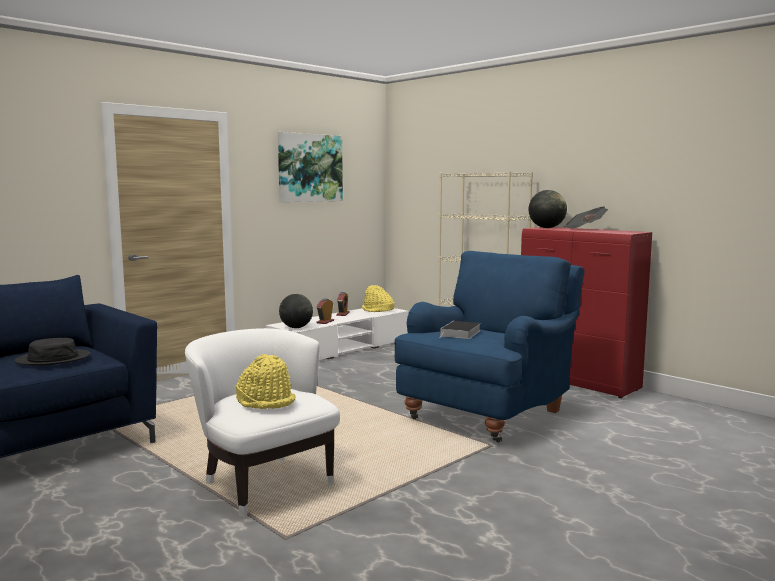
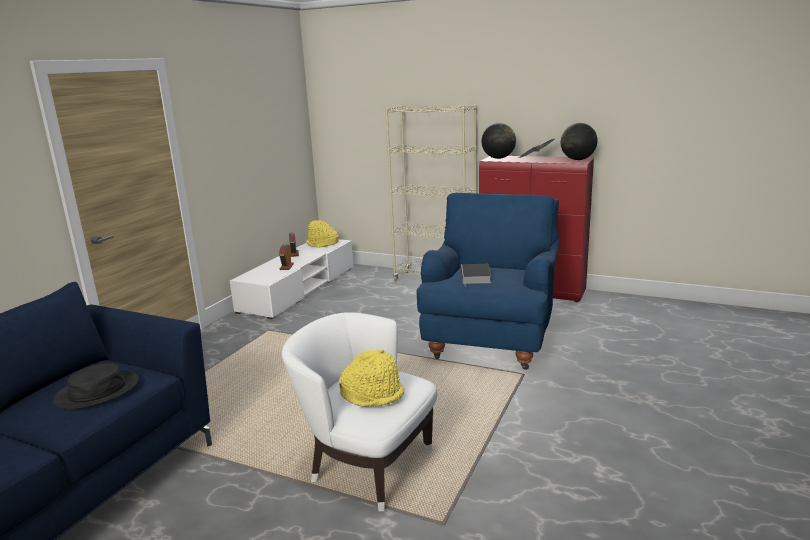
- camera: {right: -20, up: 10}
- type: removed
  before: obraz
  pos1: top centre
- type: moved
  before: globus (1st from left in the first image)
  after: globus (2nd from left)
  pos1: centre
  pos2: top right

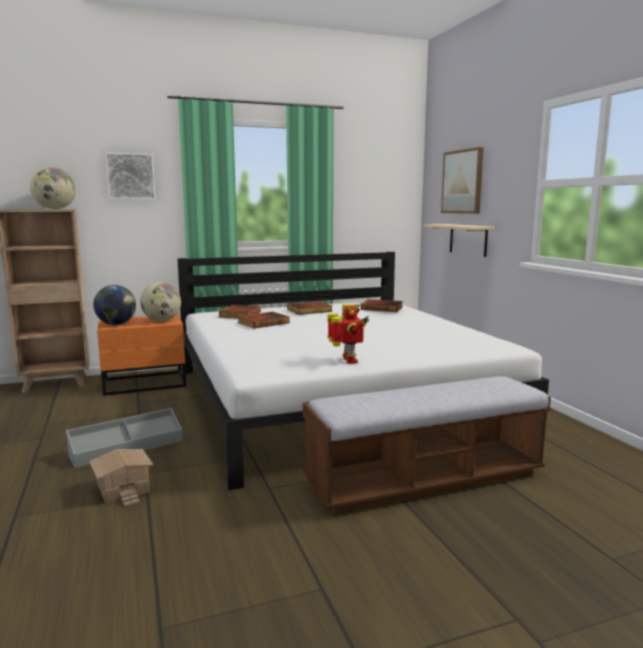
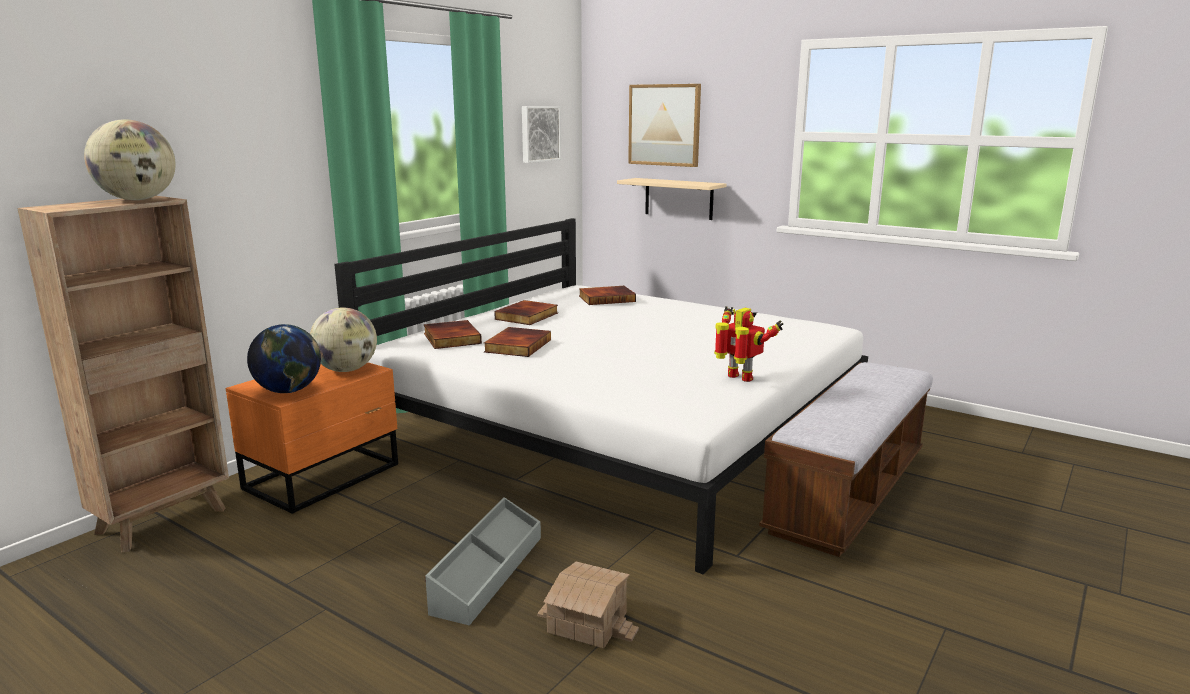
- camera: {right: -35, up: 5}
- type: moved
  before: obraz (1st from left)
  pos1: top left
  pos2: top centre

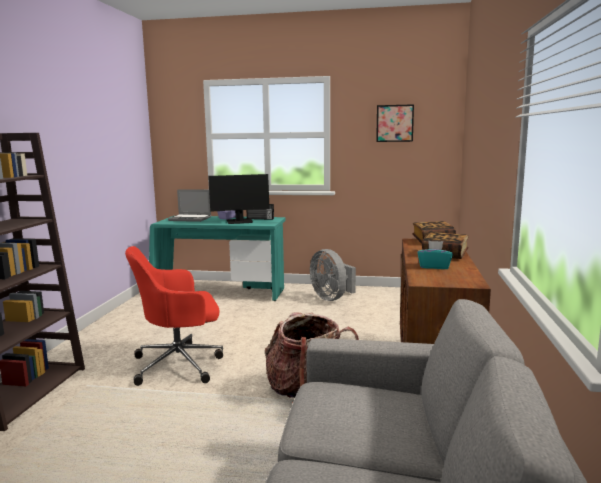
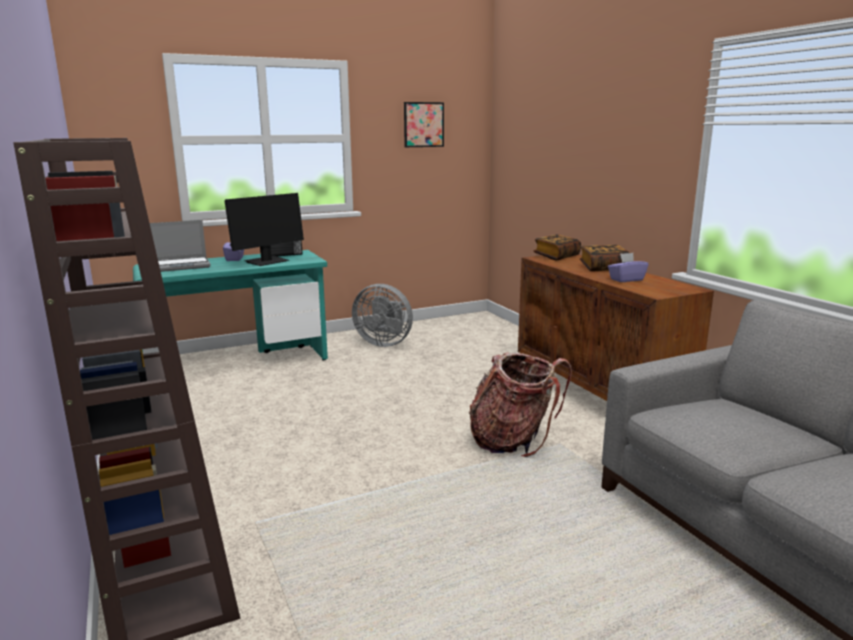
- camera: {right: -35, up: 5}
- type: removed
  before: krzesło biurowe (czerwony)
  pos1: middle left
- type: recoloured
  before: pudełko chusteczek (turkusowy)
  after: pudełko chusteczek (fioletowy) (2nd from left)
  pos1: middle right
  pos2: middle right

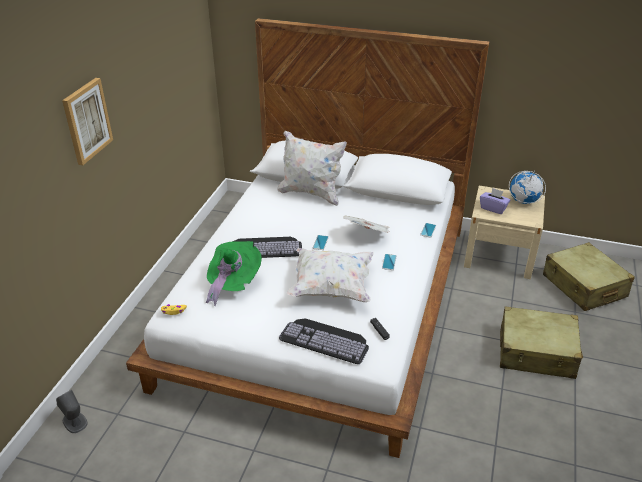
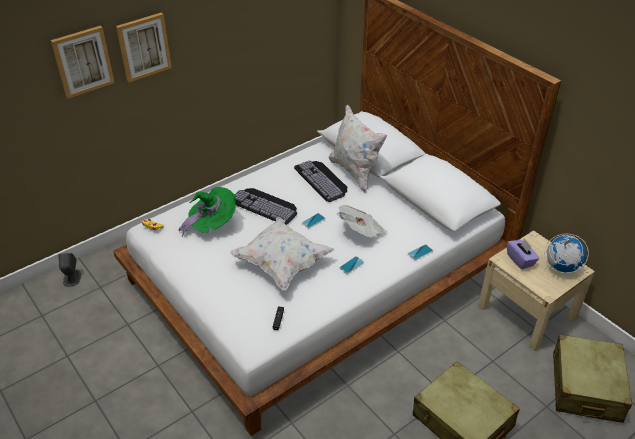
- camera: {right: 35, up: 5}
- type: moved
  before: klawiatura (2nd from left)
  pos1: bottom centre
  pos2: centre
- type: added
  after: obraz (1st from left)
  pos2: top left

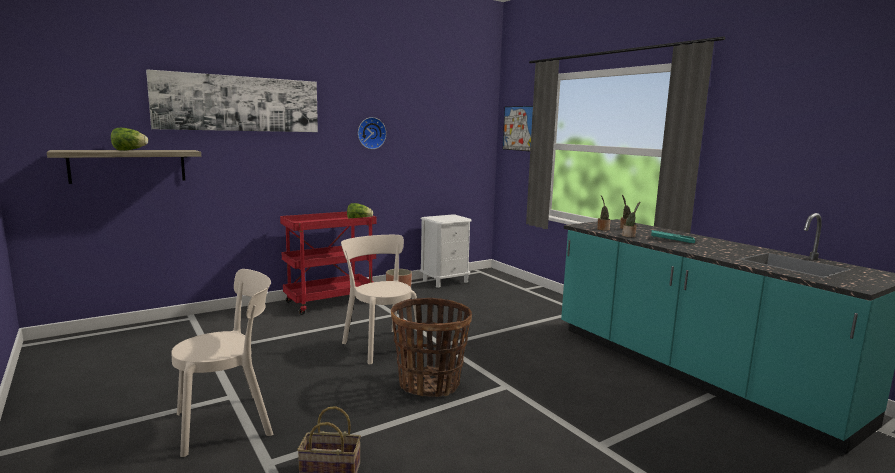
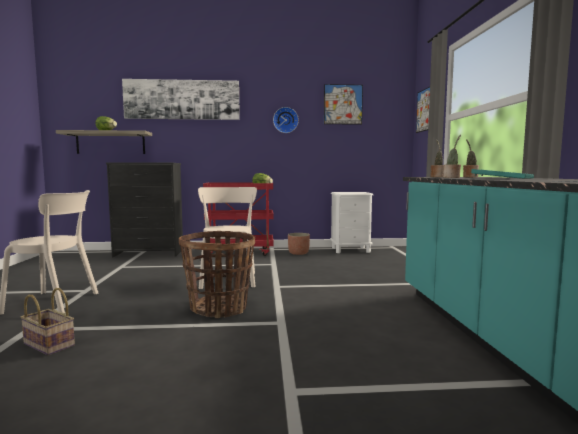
- camera: {right: 30, up: -5}
- type: added
  after: komoda (czarny)
  pos2: middle left
- type: added
  after: obraz (2nd from left)
  pos2: top centre

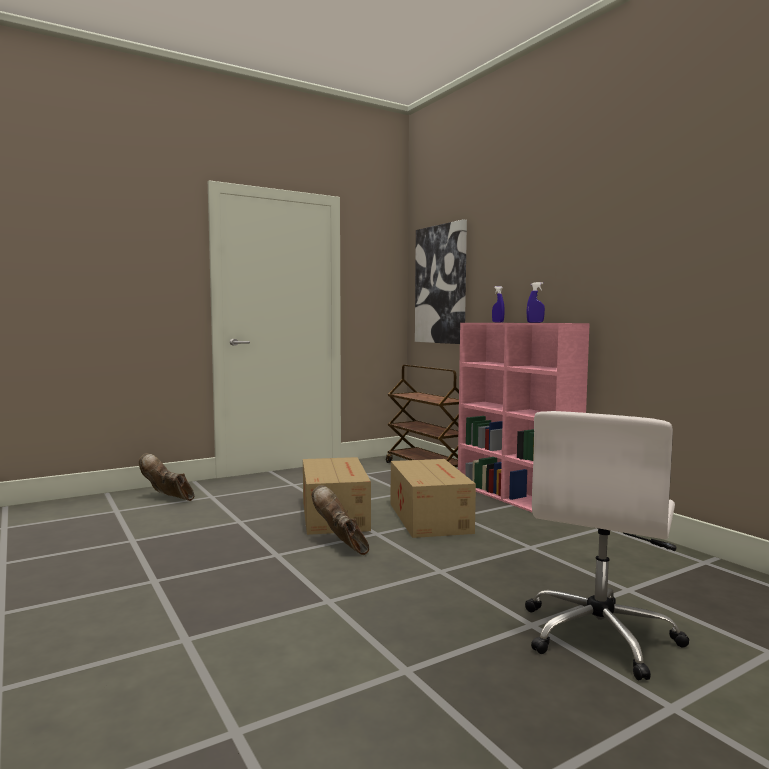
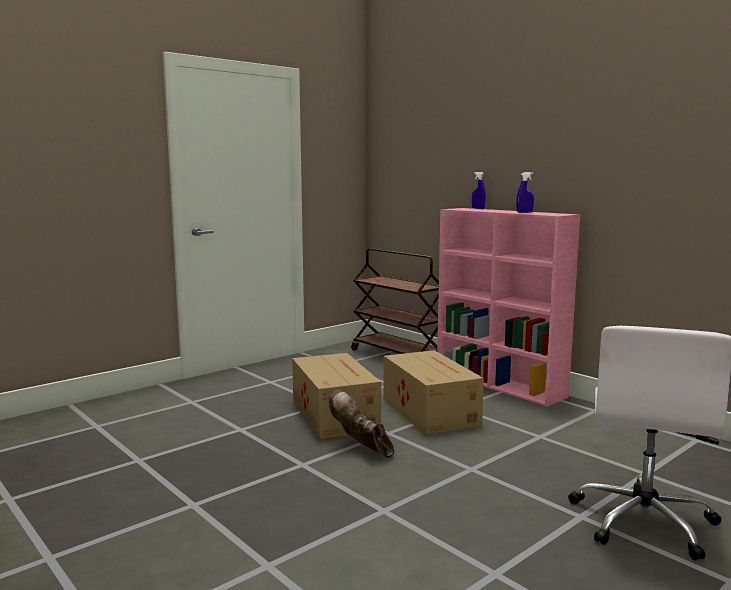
- camera: {right: -10, up: 5}
- type: removed
  before: but z cholewką (brązowy) (1st from left)
  pos1: middle left
- type: removed
  before: obraz
  pos1: centre

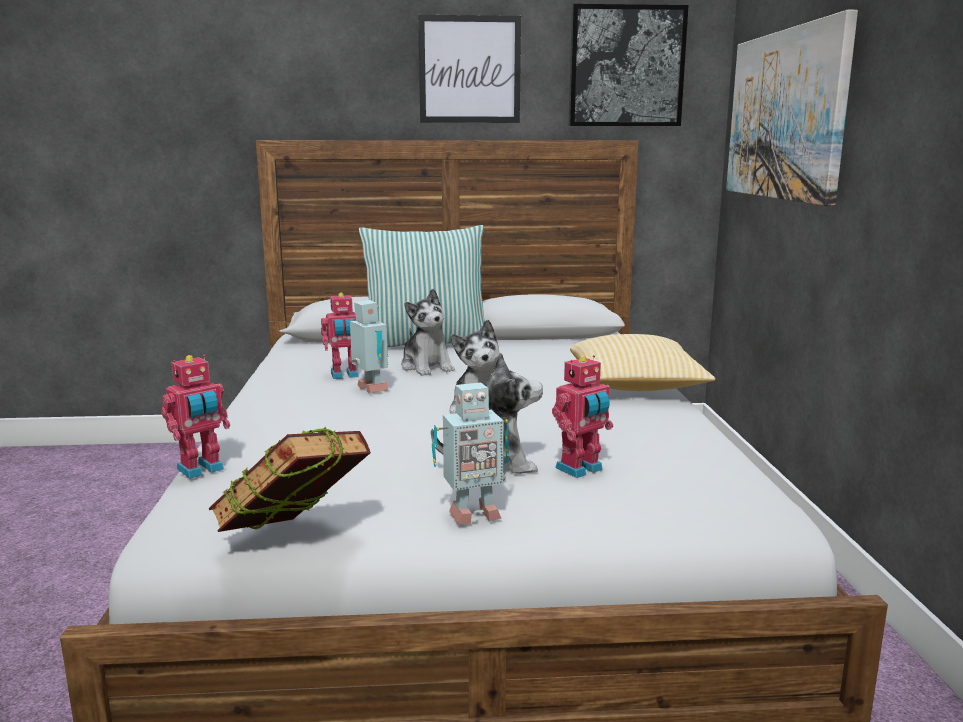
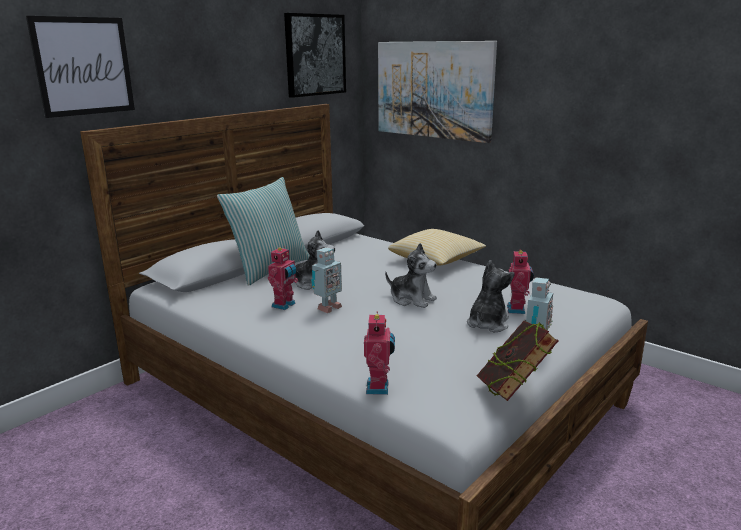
- camera: {right: -45, up: 5}
- type: turned
  before: robot zabawkowy (3rd from left in the first image)
  pos1: centre
  pos2: centre
  turn: 120
- type: moved
  before: obraz (1st from left)
  pos1: top centre
  pos2: top left

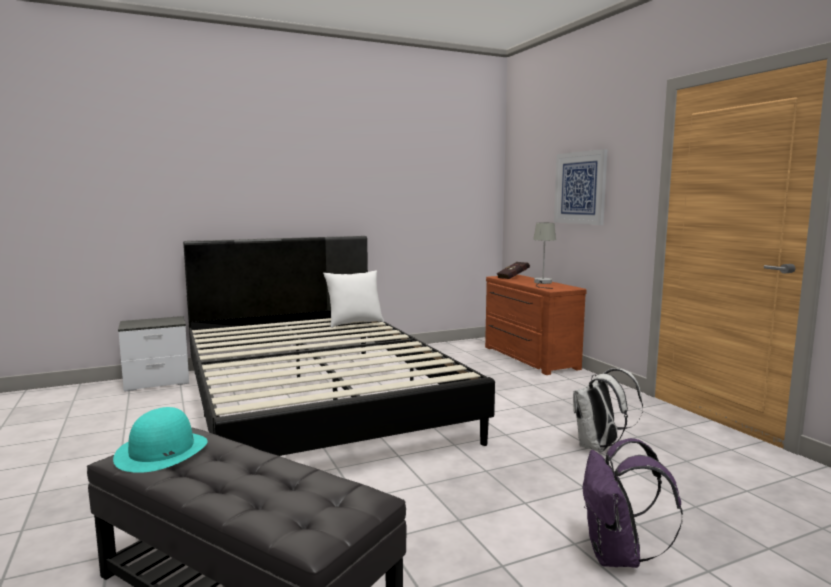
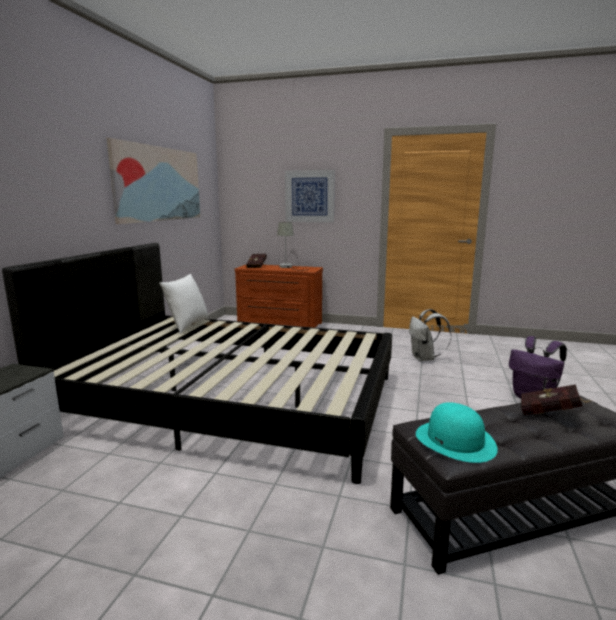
- camera: {right: -50, up: 5}
- type: added
  after: obraz (1st from left)
  pos2: top left
- type: added
  after: książka (czerwony) (2nd from left)
  pos2: middle right

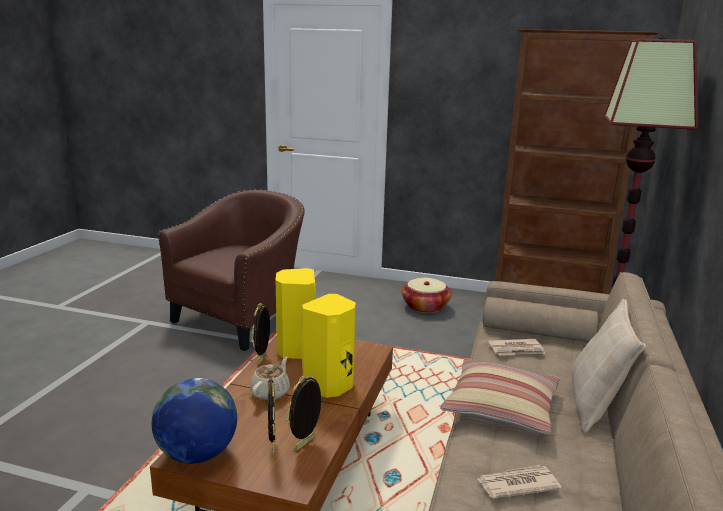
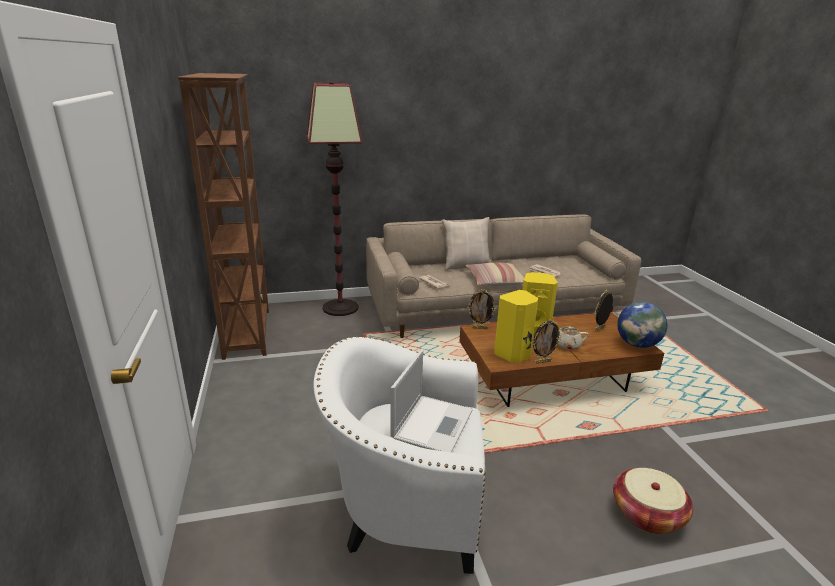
- camera: {right: -120, up: 5}
- type: recoloured
  before: fotel (brązowy)
  after: fotel (biały)
  pos1: middle left
  pos2: bottom centre
- type: moved
  before: ramka na zdjęcie (3rd from left in the first image)
  after: ramka na zdjęcie (1st from left)
  pos1: bottom centre
  pos2: centre
- type: moved
  before: koszyk
  pos1: centre
  pos2: bottom right
- type: added
  after: laptop
  pos2: bottom centre

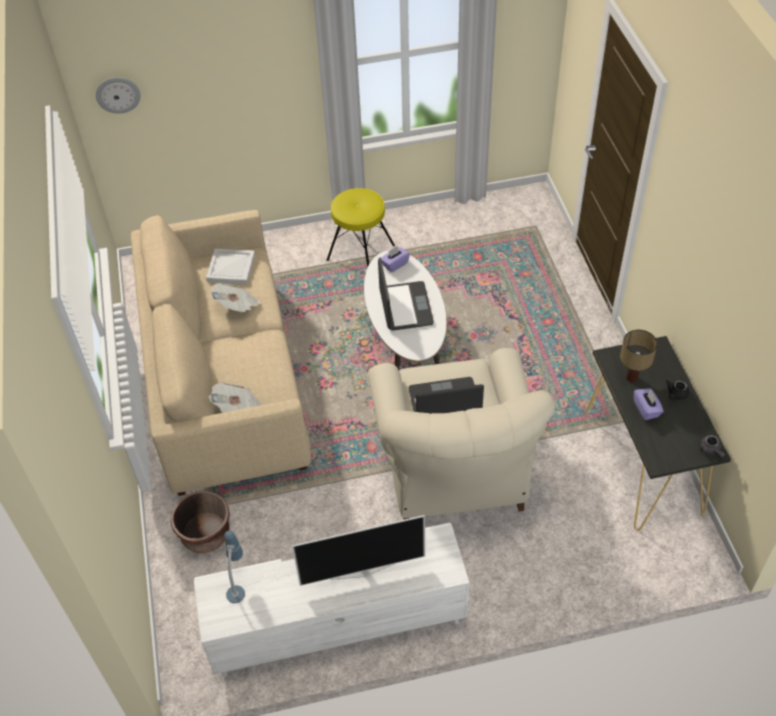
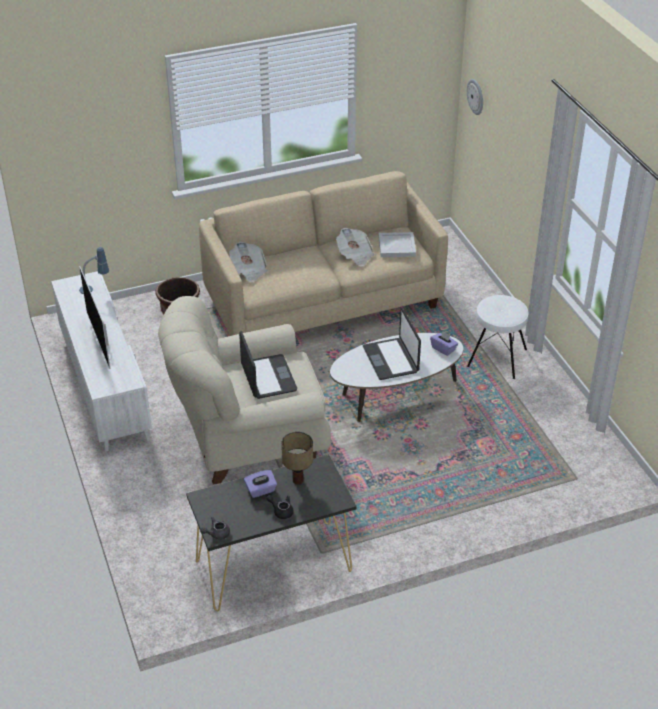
- camera: {right: 80, up: -10}
- type: recoloured
  before: stołek (żółty)
  after: stołek (biały)
  pos1: top centre
  pos2: middle right
- type: turned
  before: laptop (1st from left in the first image)
  pos1: centre
  pos2: centre
  turn: 90

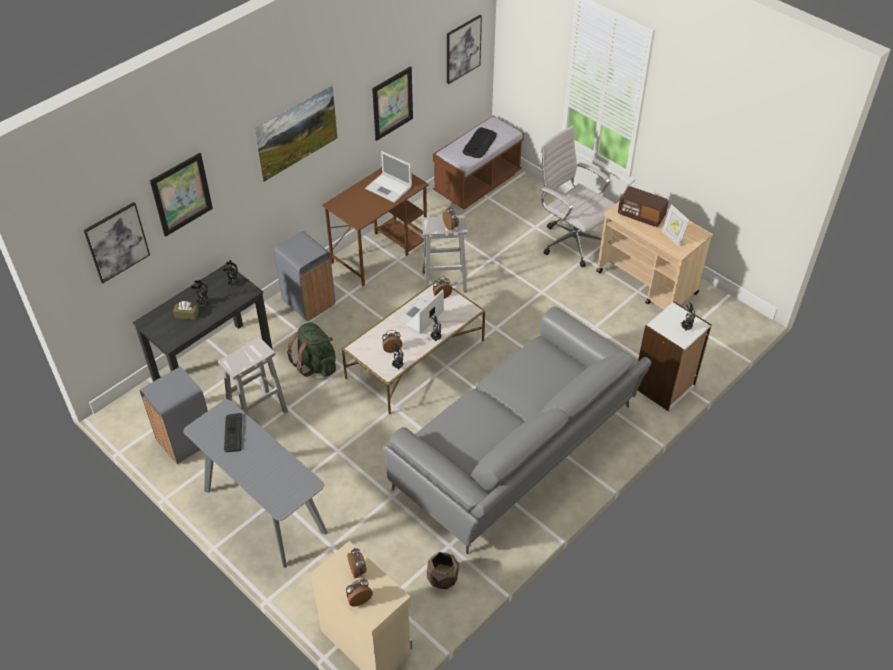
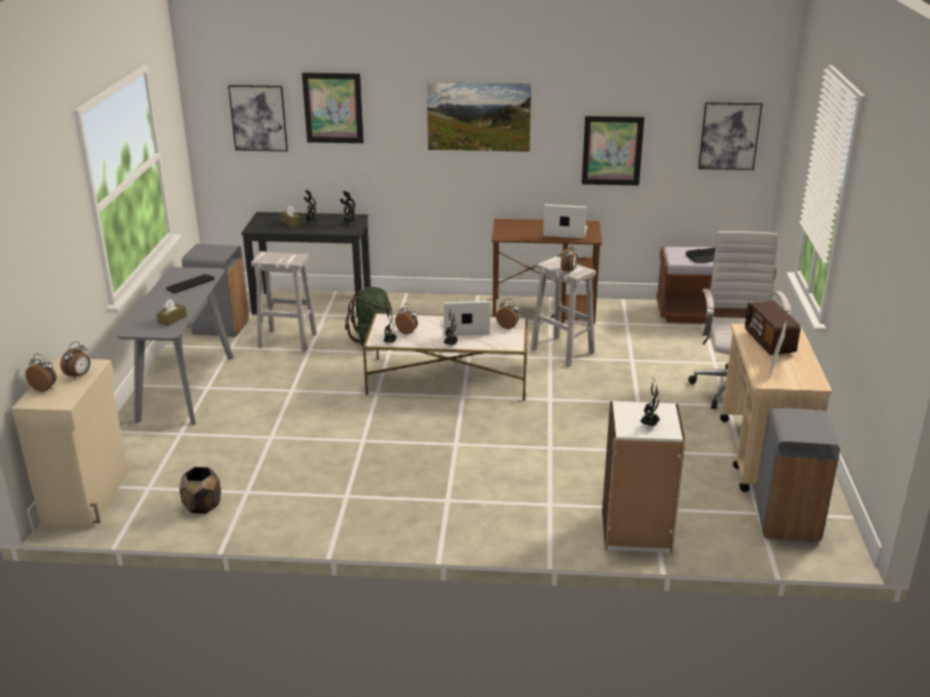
- camera: {right: 50, up: -20}
- type: moved
  before: kosz na śmieci (szary) (2nd from left)
  pos1: centre
  pos2: bottom right
- type: turned
  before: laptop (1st from left in the first image)
  pos1: top centre
  pos2: top centre
  turn: 105
- type: removed
  before: kanapa (szary)
  pos1: centre
- type: added
  after: pudełko chusteczek (brązowy) (1st from left)
  pos2: middle left

